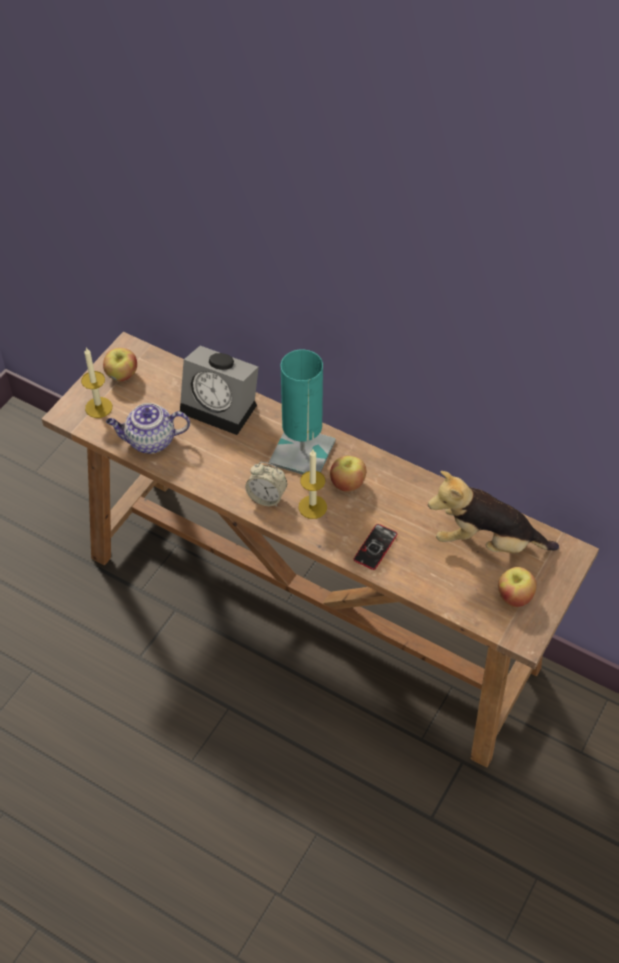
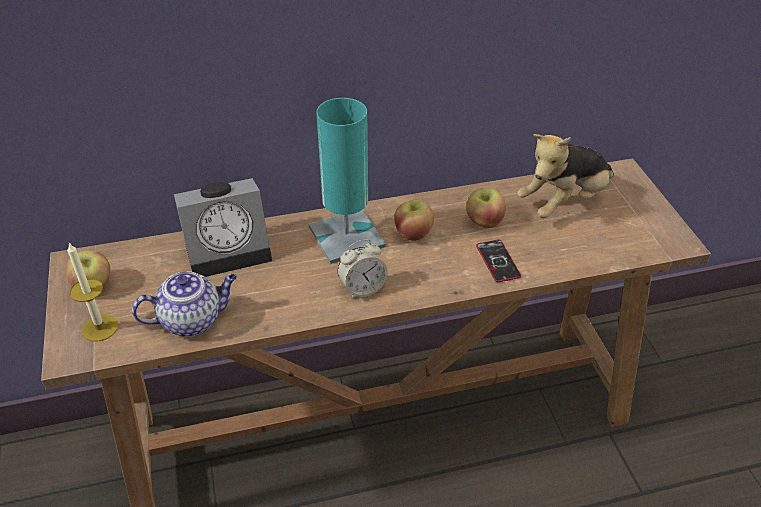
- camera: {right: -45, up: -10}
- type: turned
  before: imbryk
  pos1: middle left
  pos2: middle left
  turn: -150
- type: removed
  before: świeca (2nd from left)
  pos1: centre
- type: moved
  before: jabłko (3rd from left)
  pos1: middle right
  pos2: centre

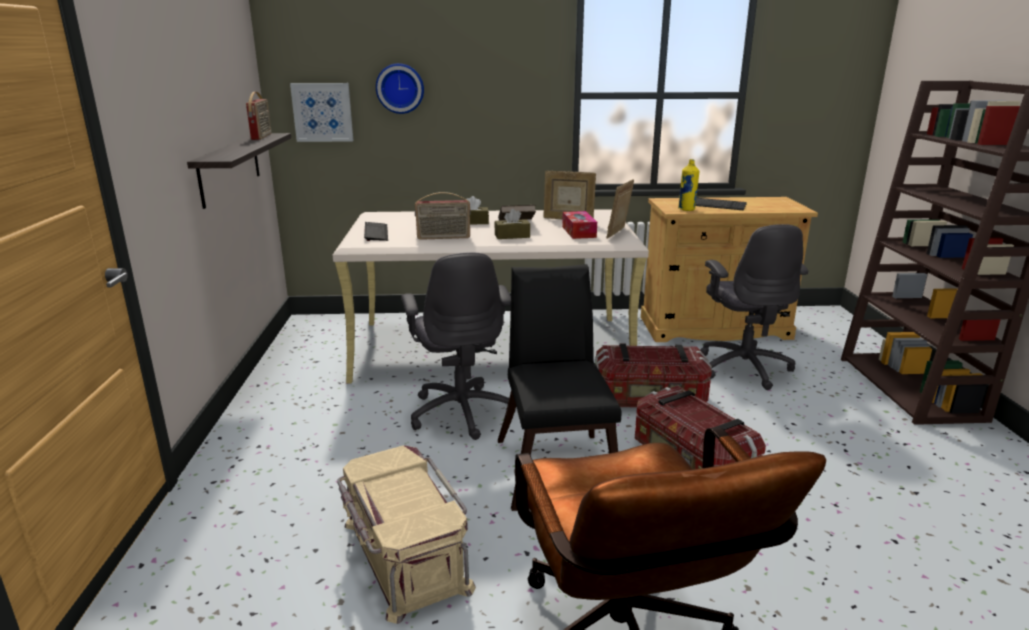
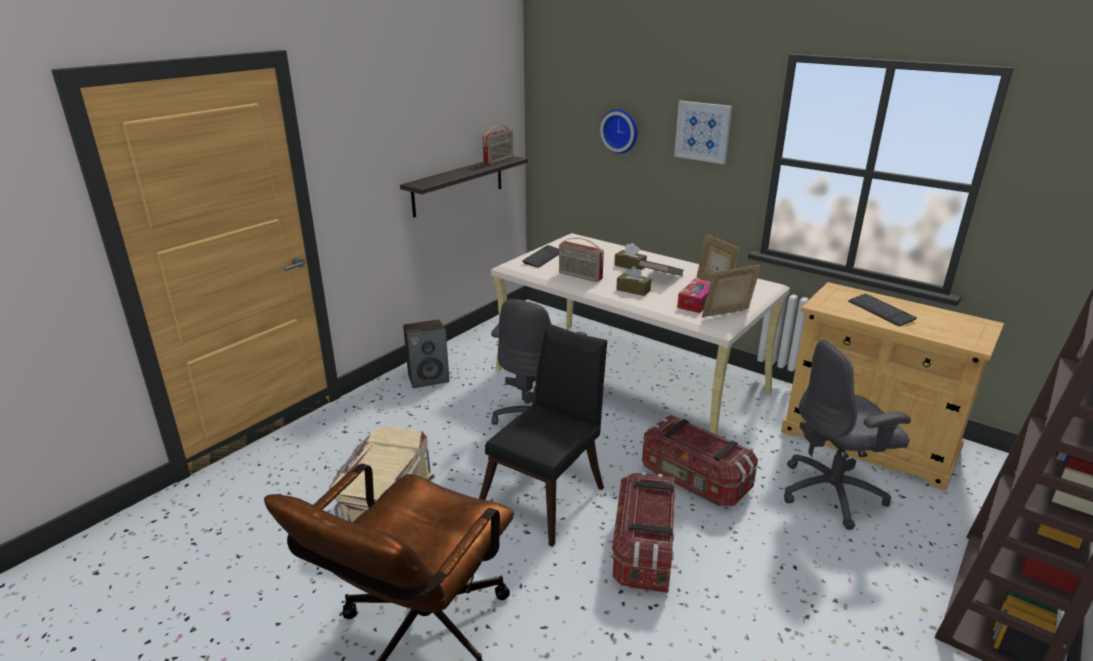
- camera: {right: 40, up: 5}
- type: moved
  before: obraz
  pos1: top left
  pos2: top centre
- type: removed
  before: butelka (żółty)
  pos1: top right
- type: turned
  before: krzesło biurowe (szary) (2nd from left)
  pos1: middle right
  pos2: middle right
  turn: 45
- type: added
  after: głośnik
  pos2: centre

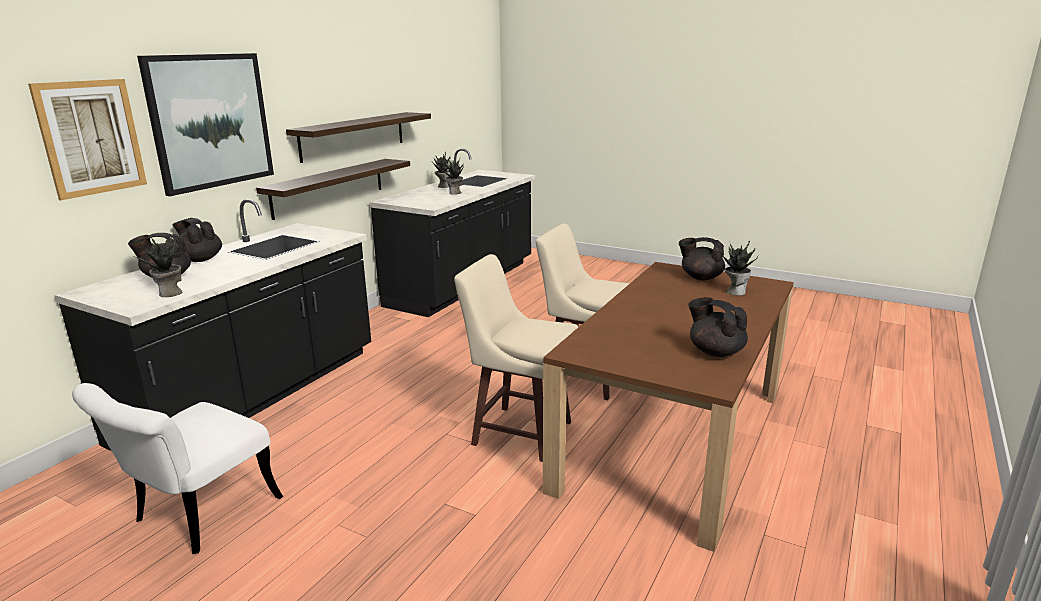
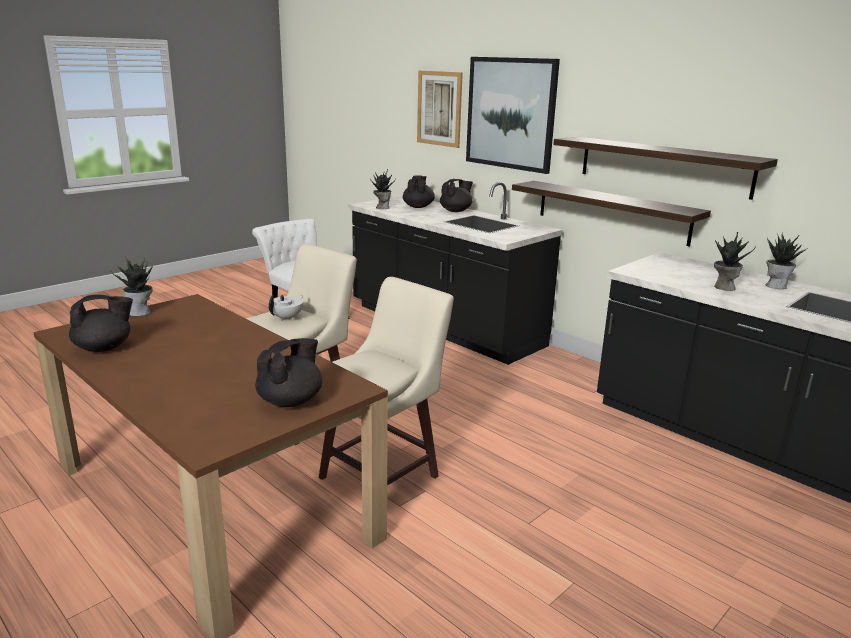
- camera: {right: 105, up: 0}
- type: moved
  before: roślina doniczkowa (4th from left in the first image)
  after: roślina doniczkowa (1st from left)
  pos1: middle right
  pos2: middle left
- type: added
  after: imbryk (biały)
  pos2: centre

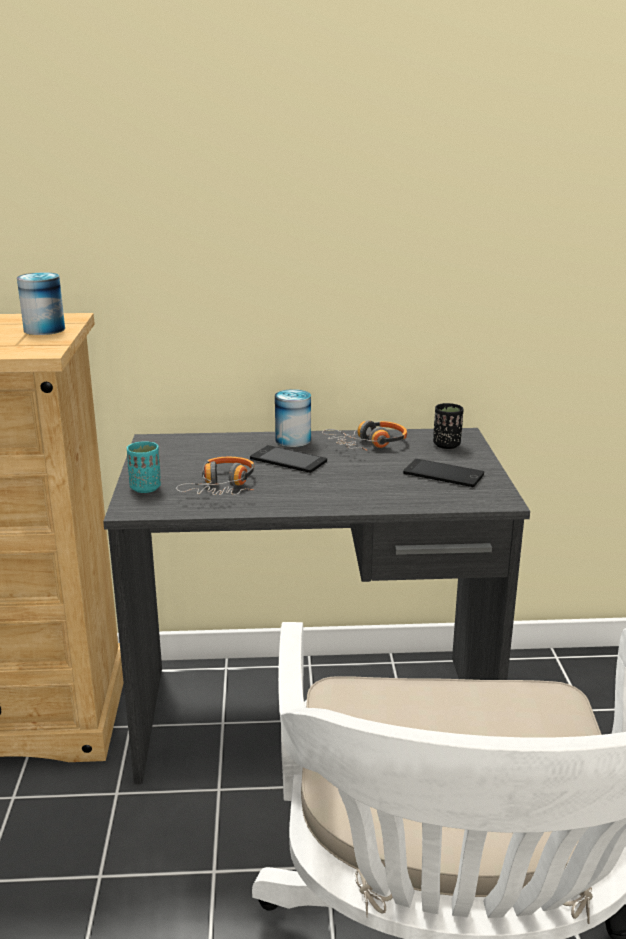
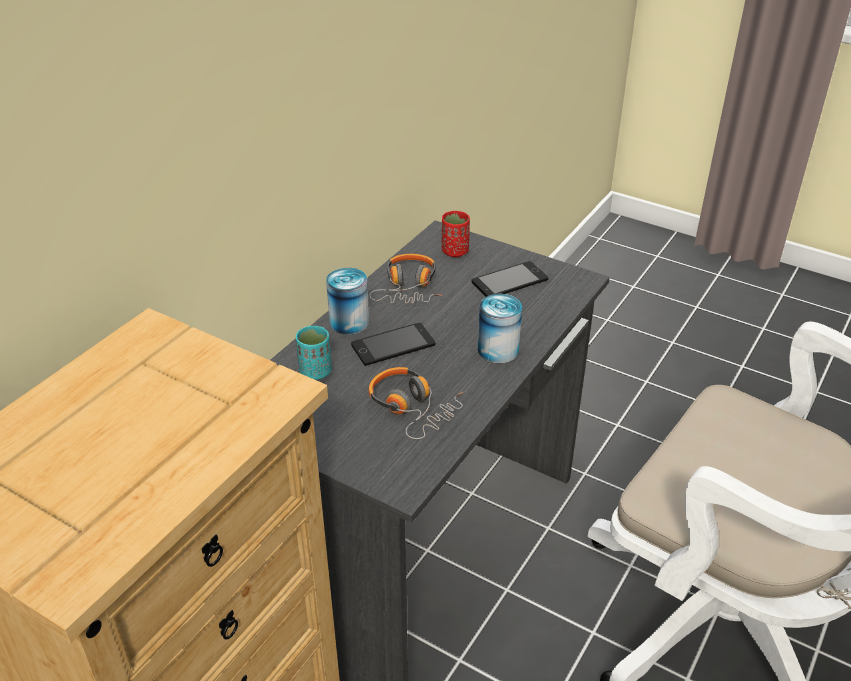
- camera: {right: -55, up: 15}
- type: moved
  before: puszka (1st from left in the first image)
  after: puszka (2nd from left)
  pos1: top left
  pos2: centre
- type: moved
  before: filiżanka (turkusowy)
  pos1: middle left
  pos2: centre
- type: recoloured
  before: filiżanka (czarny)
  after: filiżanka (czerwony)
  pos1: middle right
  pos2: centre

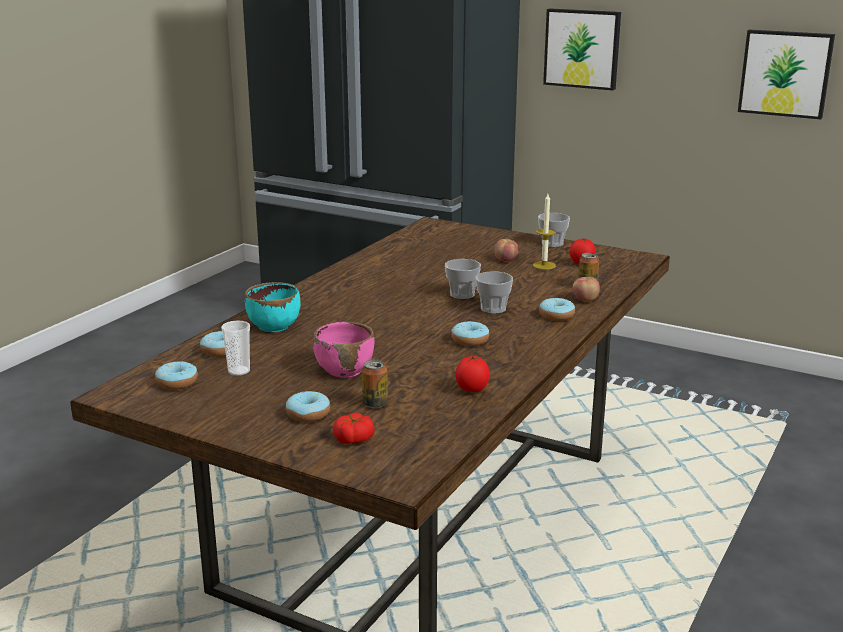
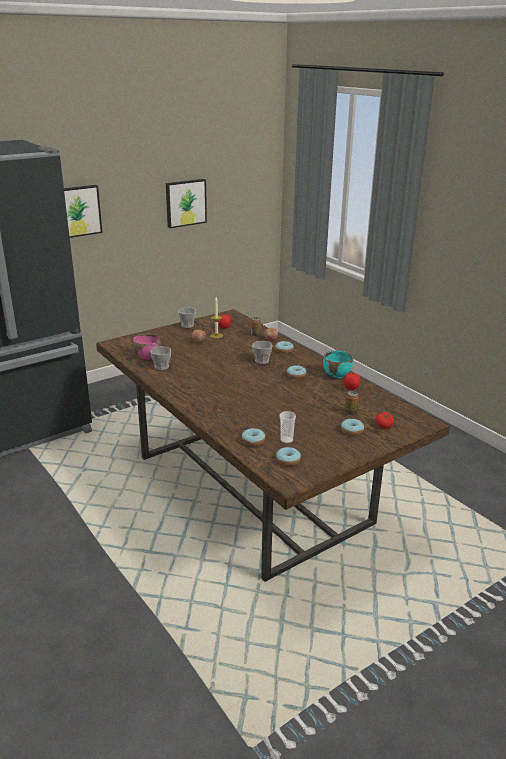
- camera: {right: -65, up: 5}
- type: moved
  before: miska (turkusowy)
  pos1: middle left
  pos2: middle right
- type: moved
  before: miska (różowy)
  pos1: centre
  pos2: middle left
- type: moved
  before: filiżanka (2nd from left in the first image)
  after: filiżanka (1st from left)
  pos1: centre
  pos2: middle left

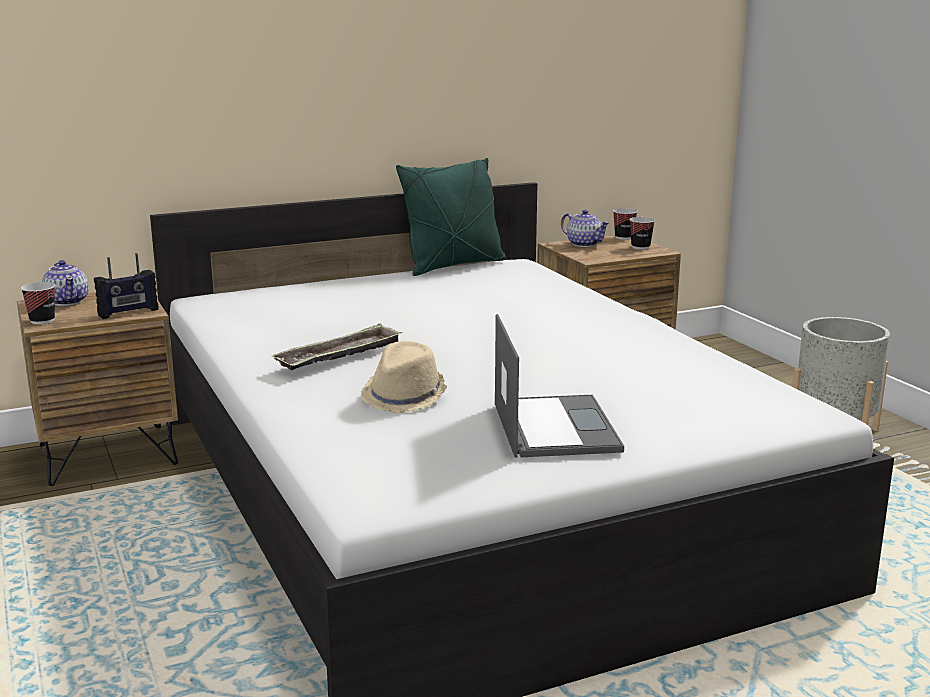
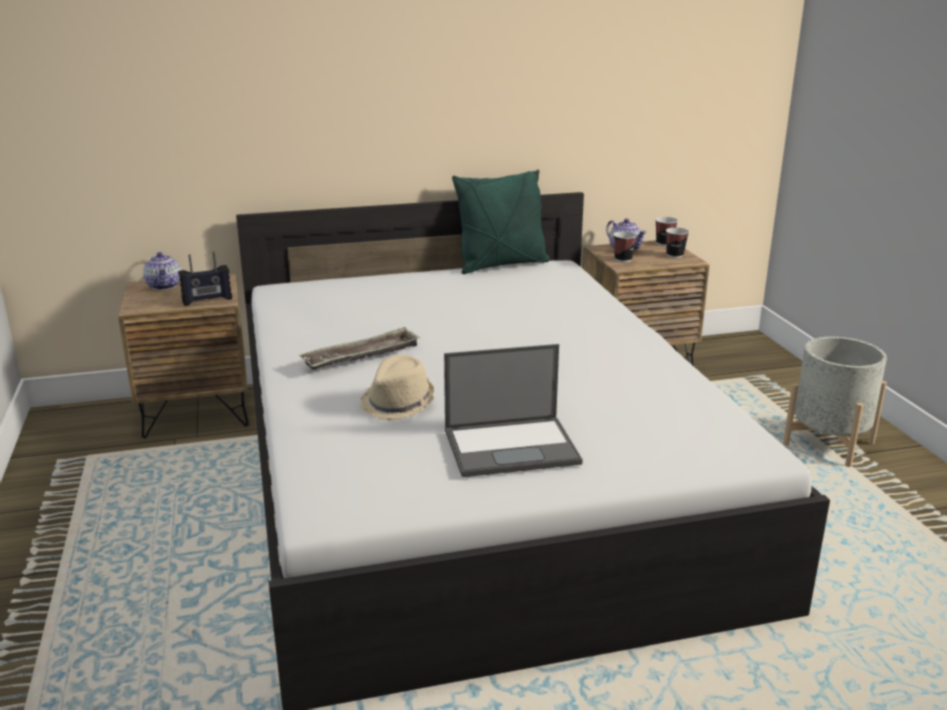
- camera: {right: 10, up: 5}
- type: moved
  before: filiżanka (1st from left)
  pos1: middle left
  pos2: centre
- type: turned
  before: laptop
  pos1: centre
  pos2: centre
  turn: 75

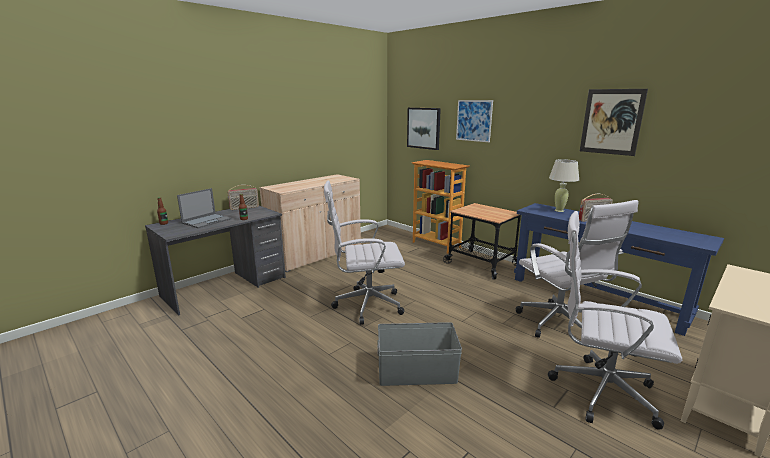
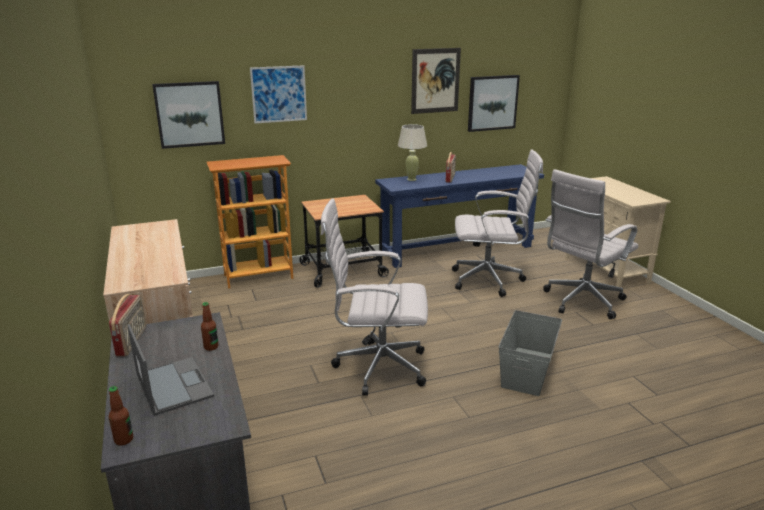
- camera: {right: -65, up: 5}
- type: turned
  before: krzesło biurowe (biały) (1st from left)
  pos1: centre
  pos2: centre
  turn: 75
- type: added
  after: obraz (4th from left)
  pos2: top centre

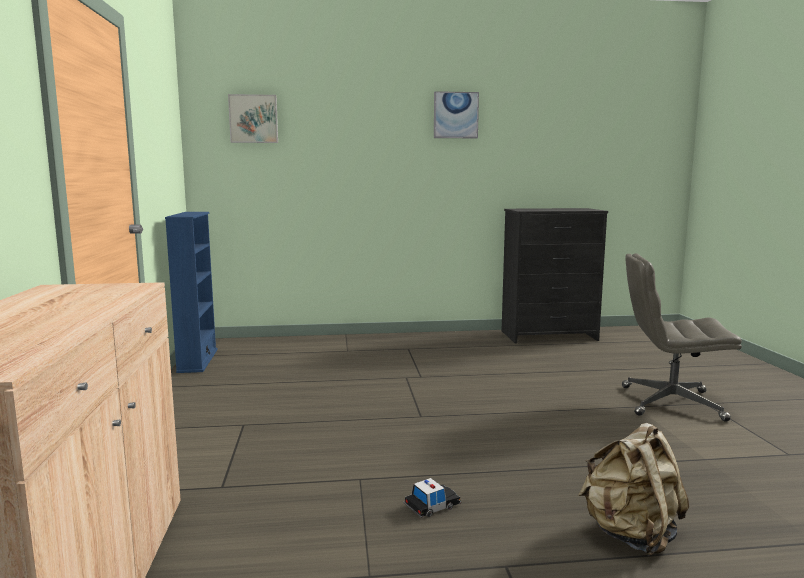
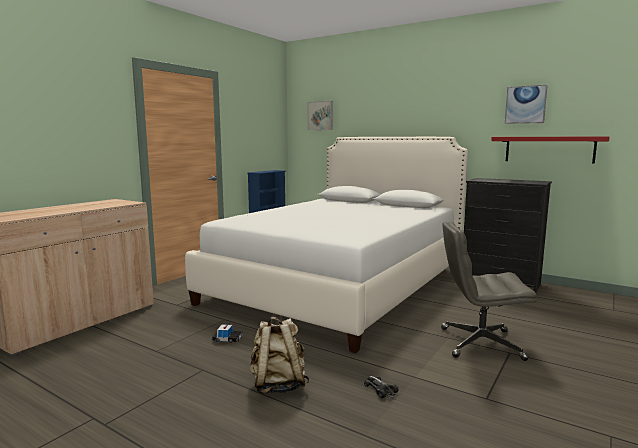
- camera: {right: 40, up: 0}
- type: moved
  before: obraz (2nd from left)
  pos1: top centre
  pos2: top right
- type: turned
  before: krzesło biurowe (szary)
  pos1: middle right
  pos2: middle right
  turn: -45
- type: added
  after: łóżko (biały)
  pos2: centre
- type: added
  after: samochodzik (2nd from left)
  pos2: bottom centre
- type: added
  after: półka (czerwony)
  pos2: middle right

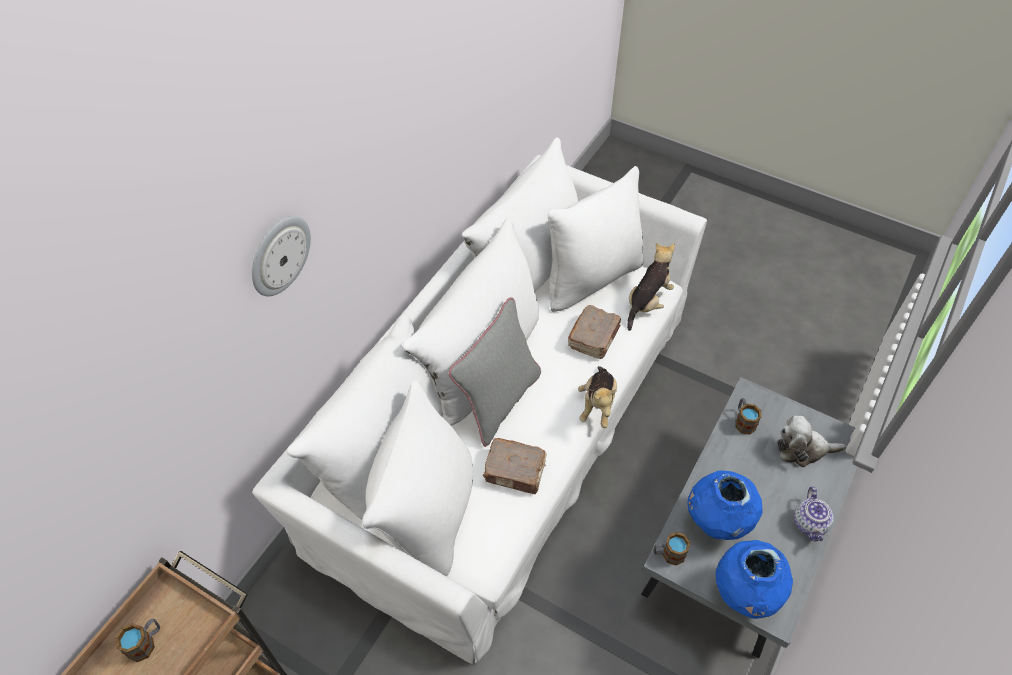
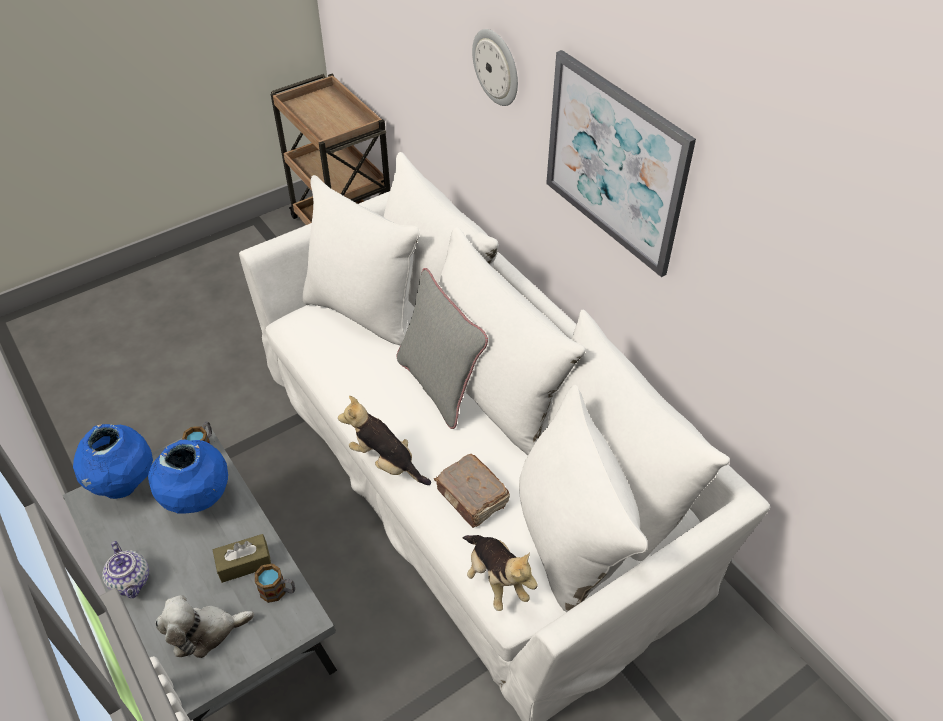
- camera: {right: 115, up: -5}
- type: removed
  before: kubek (1st from left)
  pos1: bottom left
- type: removed
  before: książka (brązowy) (1st from left)
  pos1: bottom centre
- type: turned
  before: pluszak (3rd from left in the first image)
  pos1: middle right
  pos2: bottom left
  turn: -135
- type: turned
  before: imbryk
  pos1: bottom right
  pos2: bottom left
  turn: -150
- type: added
  after: pudełko chusteczek (brązowy)
  pos2: bottom left
- type: added
  after: obraz
  pos2: top centre

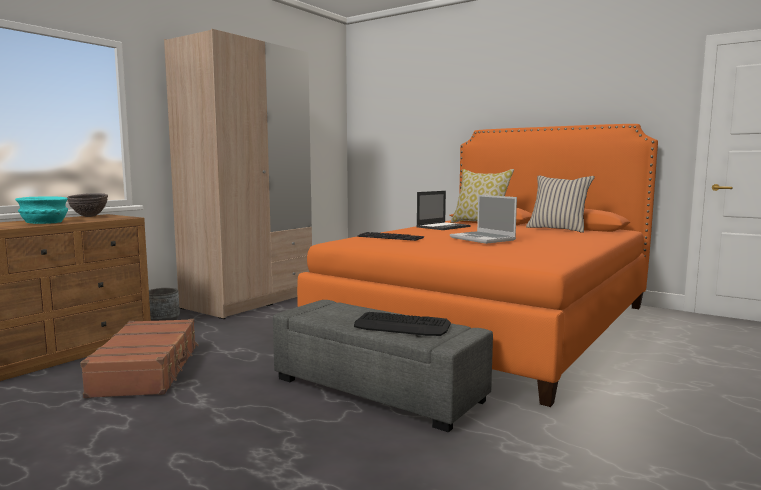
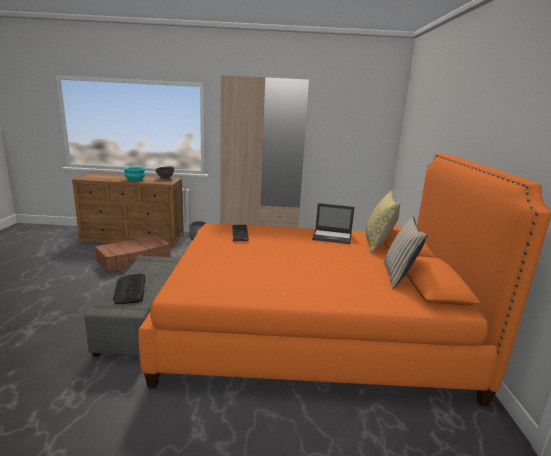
- camera: {right: 55, up: 10}
- type: removed
  before: laptop (2nd from left)
  pos1: centre

